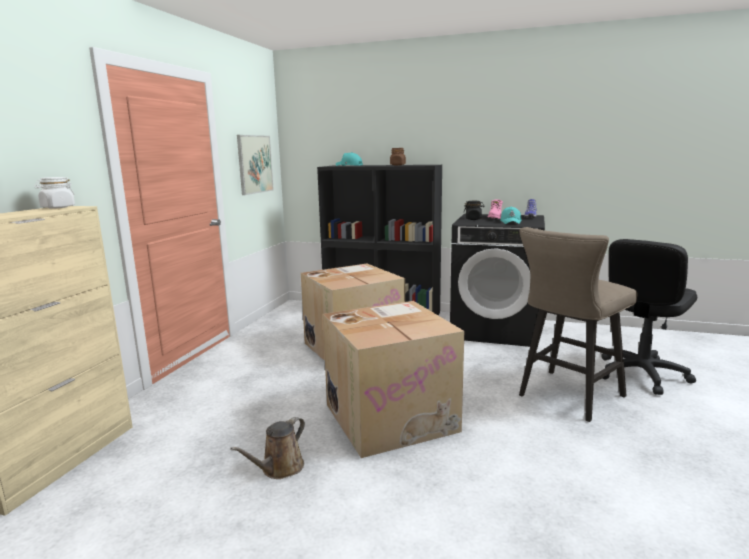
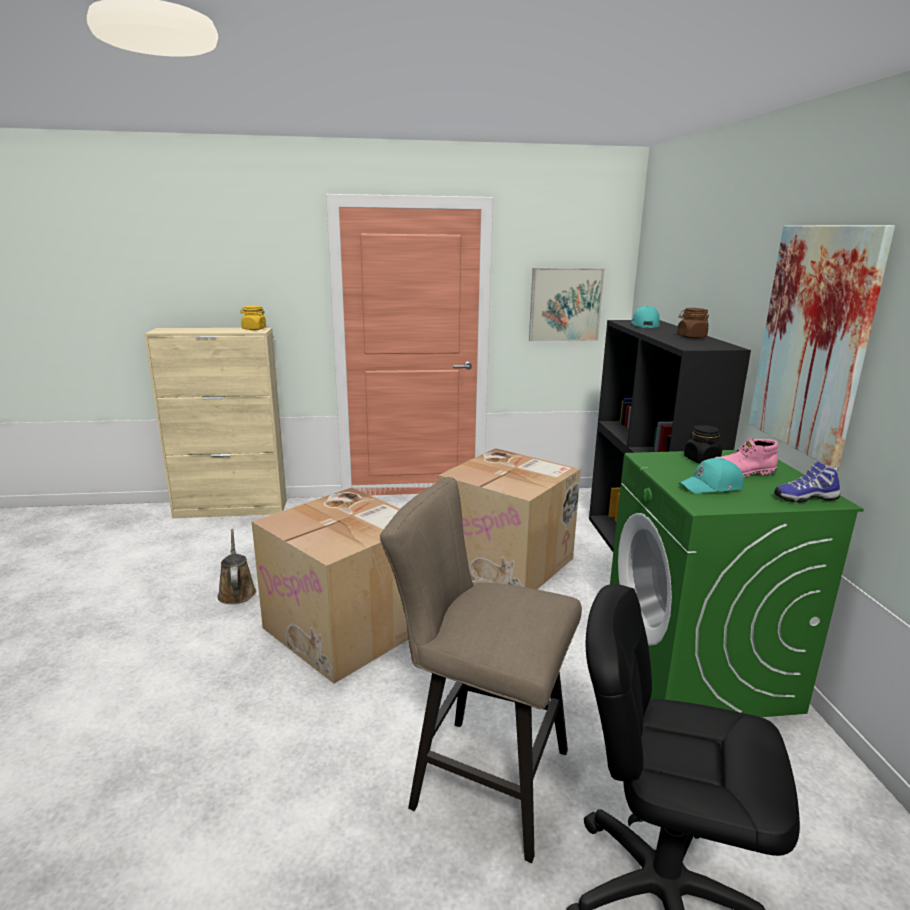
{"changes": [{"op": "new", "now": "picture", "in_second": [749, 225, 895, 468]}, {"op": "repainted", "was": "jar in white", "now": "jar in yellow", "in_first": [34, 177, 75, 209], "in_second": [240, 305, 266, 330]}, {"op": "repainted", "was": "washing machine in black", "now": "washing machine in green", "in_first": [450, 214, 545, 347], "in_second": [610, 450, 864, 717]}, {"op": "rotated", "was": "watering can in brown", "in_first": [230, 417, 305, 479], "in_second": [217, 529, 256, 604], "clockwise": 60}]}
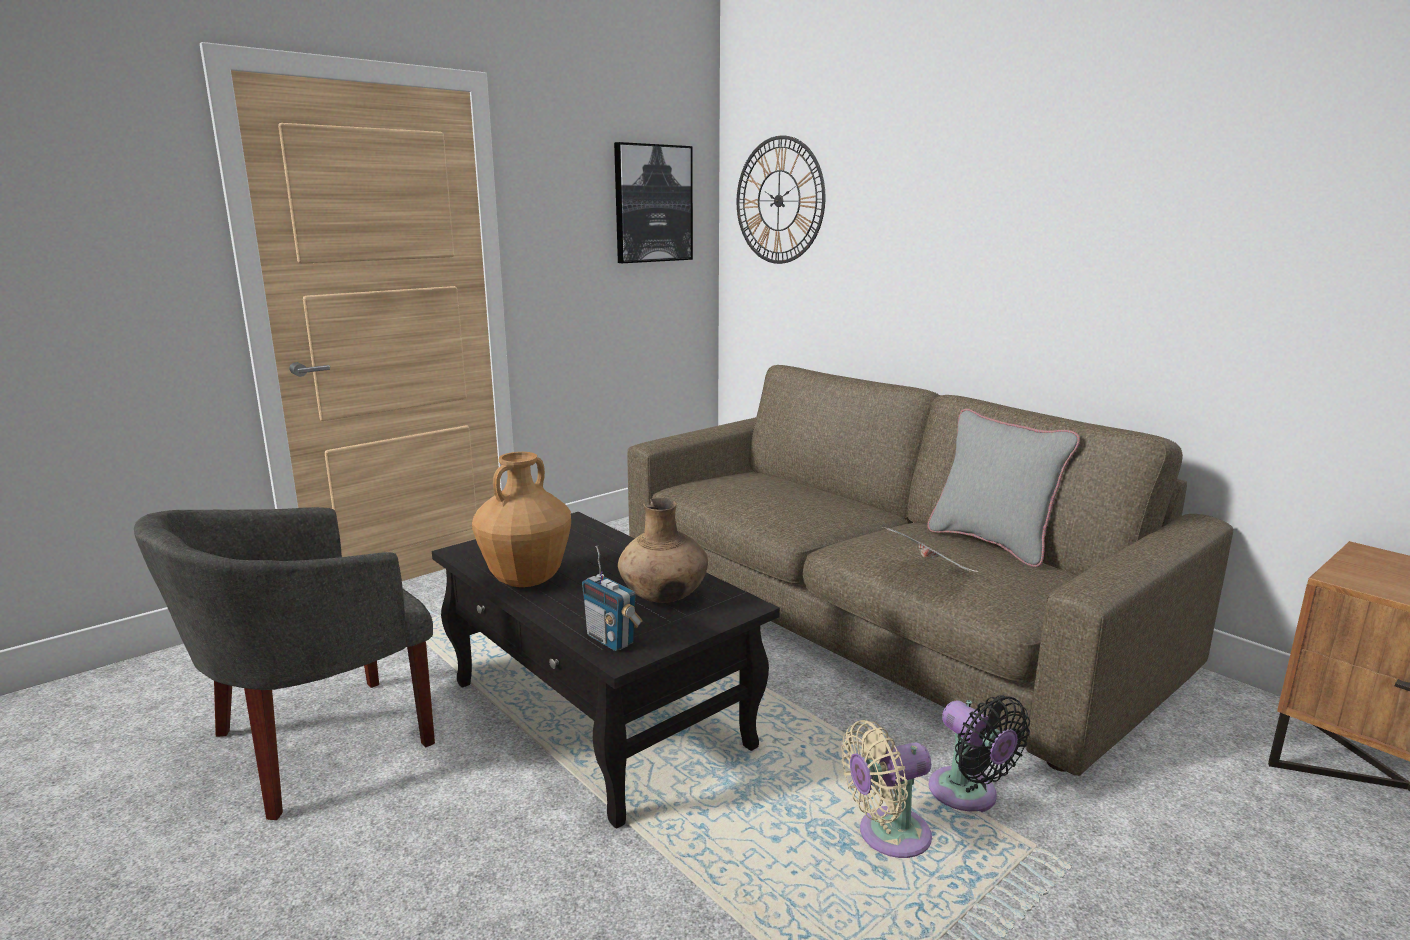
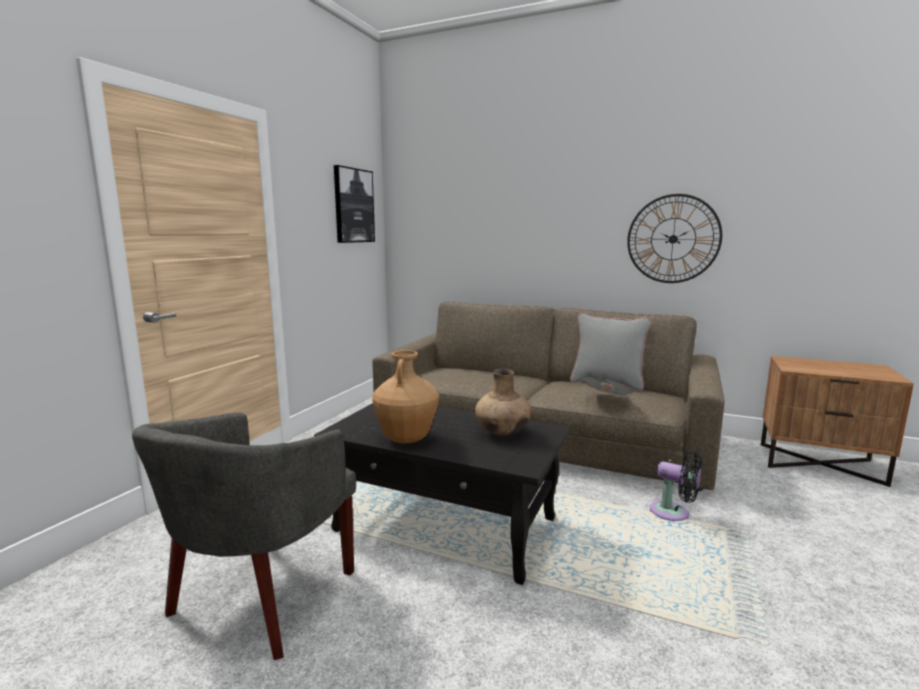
{"changes": [{"op": "gone", "was": "radio", "in_first": [582, 546, 643, 651]}, {"op": "gone", "was": "fan in beige", "in_first": [841, 720, 932, 858]}, {"op": "shifted", "was": "wall clock", "in_first": [737, 135, 825, 264], "in_second": [627, 194, 722, 283]}]}
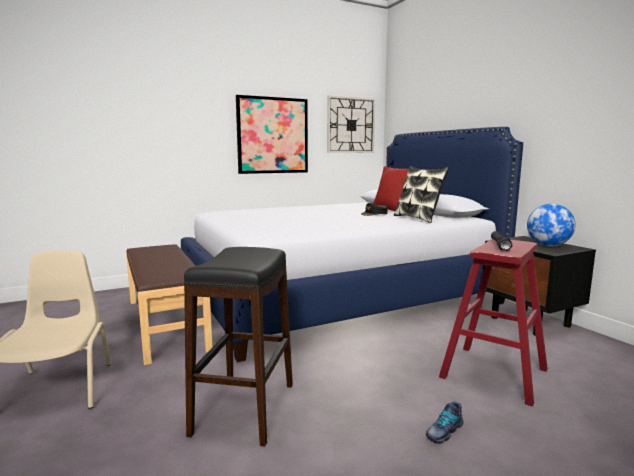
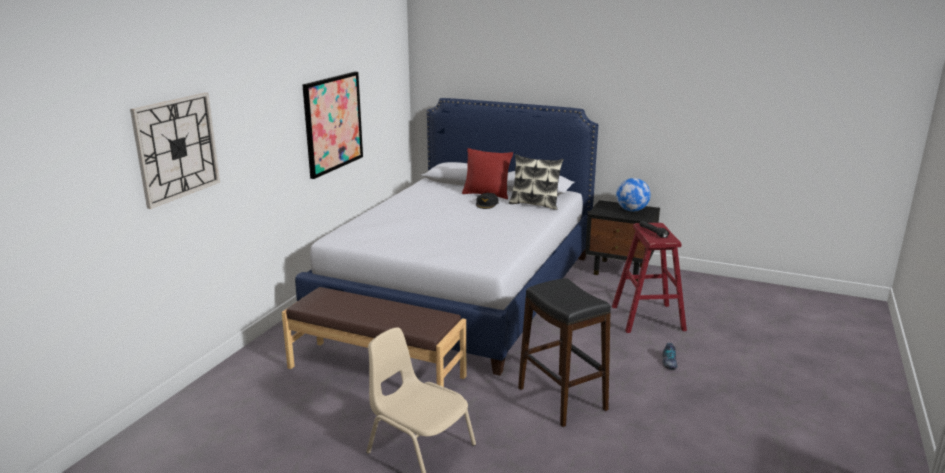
{"changes": [{"op": "shifted", "was": "wall clock", "in_first": [327, 96, 375, 153], "in_second": [130, 92, 220, 209]}]}
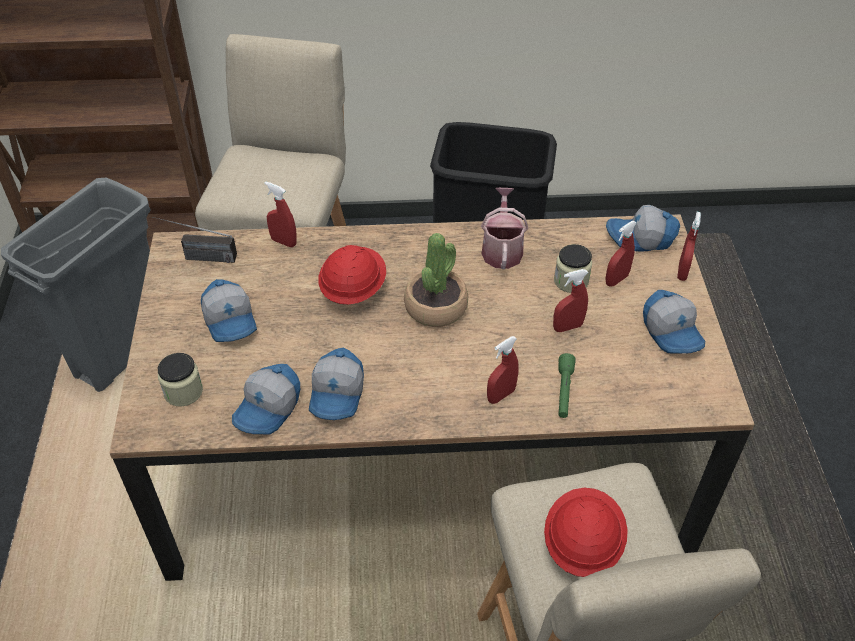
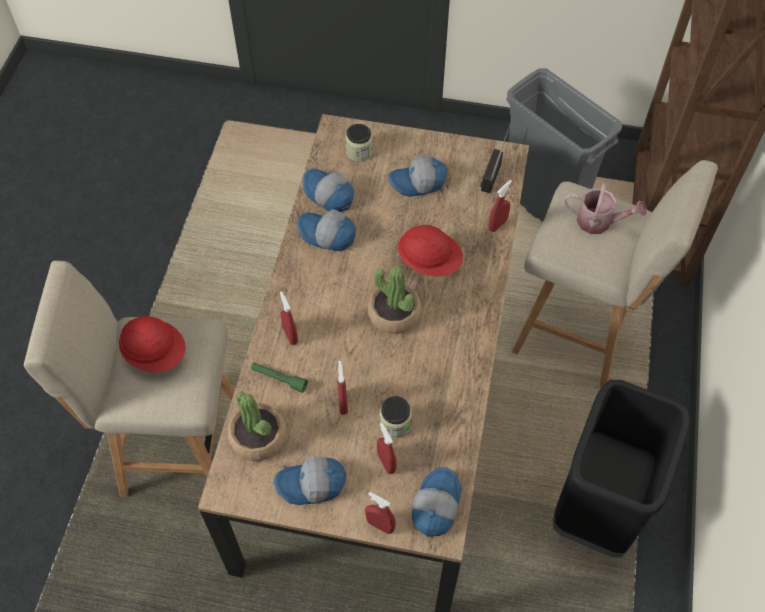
{"changes": [{"op": "new", "now": "potted plant", "in_second": [228, 391, 287, 461]}, {"op": "shifted", "was": "watering can", "in_first": [481, 188, 528, 269], "in_second": [564, 182, 647, 234]}]}
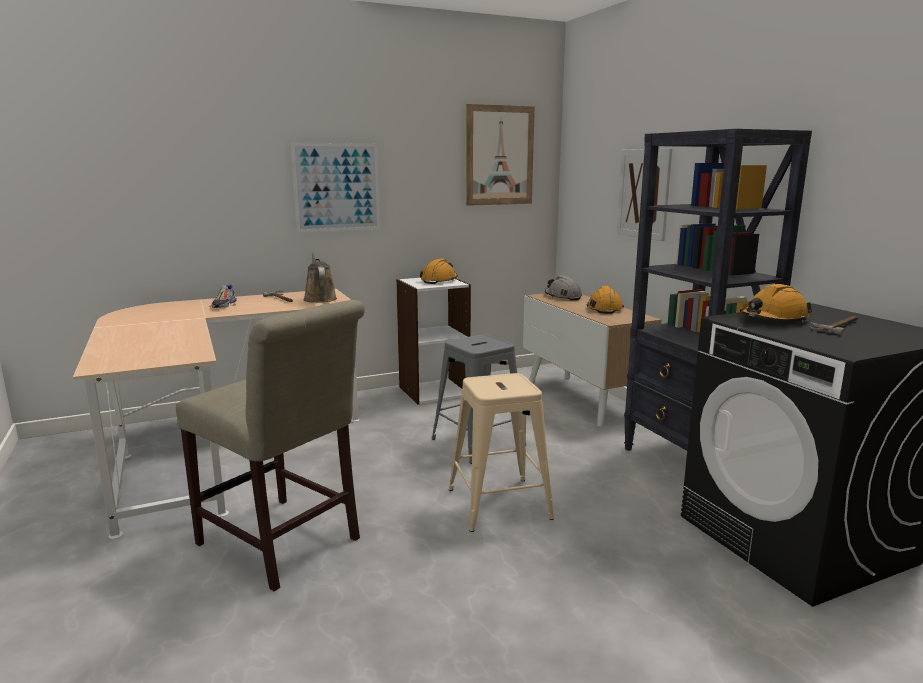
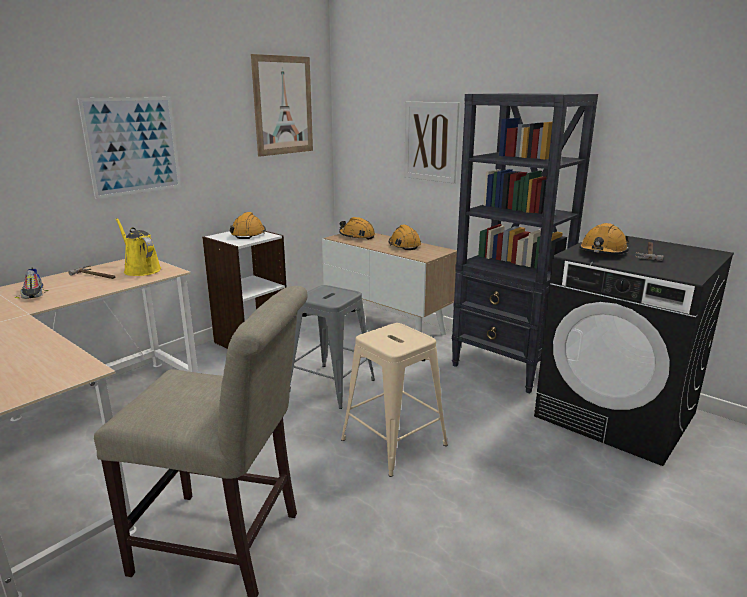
{"changes": [{"op": "repainted", "was": "watering can in brown", "now": "watering can in yellow", "in_first": [303, 251, 337, 303], "in_second": [116, 218, 161, 276]}, {"op": "repainted", "was": "hard hat in grey", "now": "hard hat in orange", "in_first": [545, 275, 582, 301], "in_second": [339, 217, 375, 240]}]}
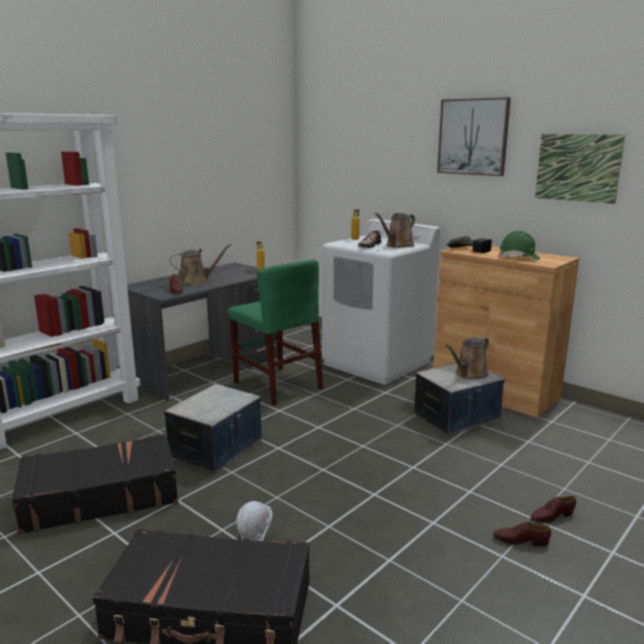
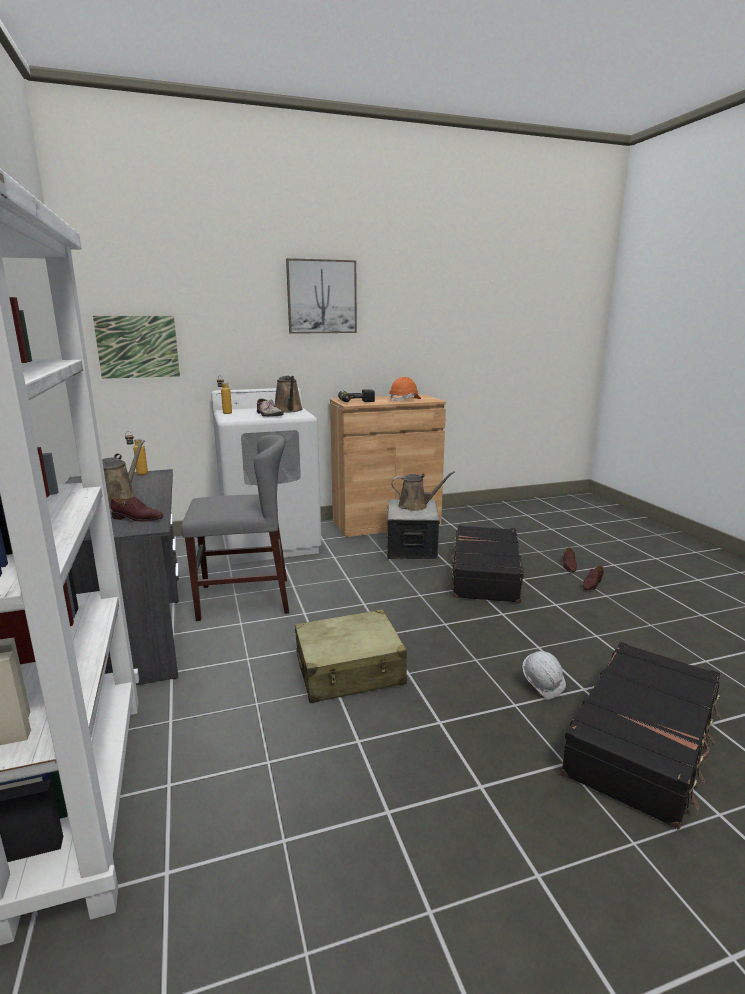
{"changes": [{"op": "shifted", "was": "suitcase in black", "in_first": [12, 434, 178, 534], "in_second": [448, 525, 524, 603]}, {"op": "shifted", "was": "picture", "in_first": [535, 134, 625, 204], "in_second": [93, 316, 180, 379]}, {"op": "swapped", "was": "storage box", "now": "suitcase in beige", "in_first": [164, 384, 262, 473], "in_second": [295, 609, 407, 703]}, {"op": "repainted", "was": "chair in green", "now": "chair in grey", "in_first": [228, 259, 323, 405], "in_second": [181, 435, 289, 621]}, {"op": "repainted", "was": "hard hat in green", "now": "hard hat in orange", "in_first": [498, 231, 540, 260], "in_second": [389, 377, 421, 402]}, {"op": "rotated", "was": "watering can in brown", "in_first": [446, 337, 489, 380], "in_second": [391, 471, 455, 511], "clockwise": -75}]}
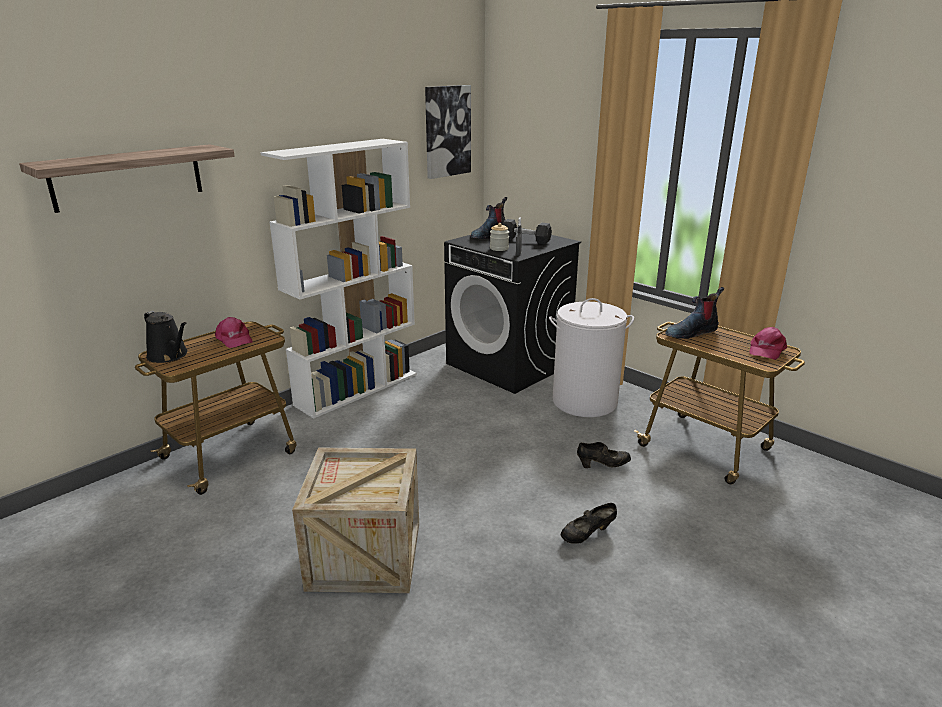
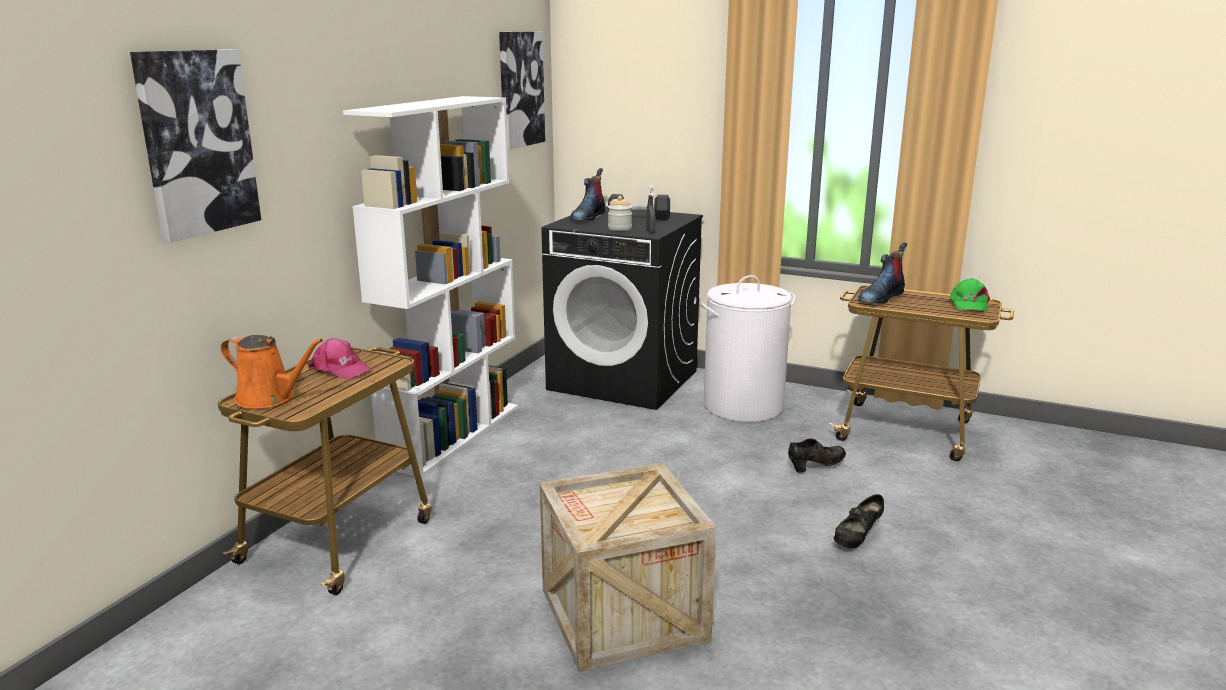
{"changes": [{"op": "swapped", "was": "shelf", "now": "picture", "in_first": [19, 144, 235, 213], "in_second": [130, 49, 261, 243]}, {"op": "repainted", "was": "watering can in black", "now": "watering can in orange", "in_first": [144, 311, 187, 363], "in_second": [221, 335, 323, 409]}, {"op": "repainted", "was": "cap in pink", "now": "cap in green", "in_first": [749, 327, 787, 360], "in_second": [950, 278, 990, 312]}]}
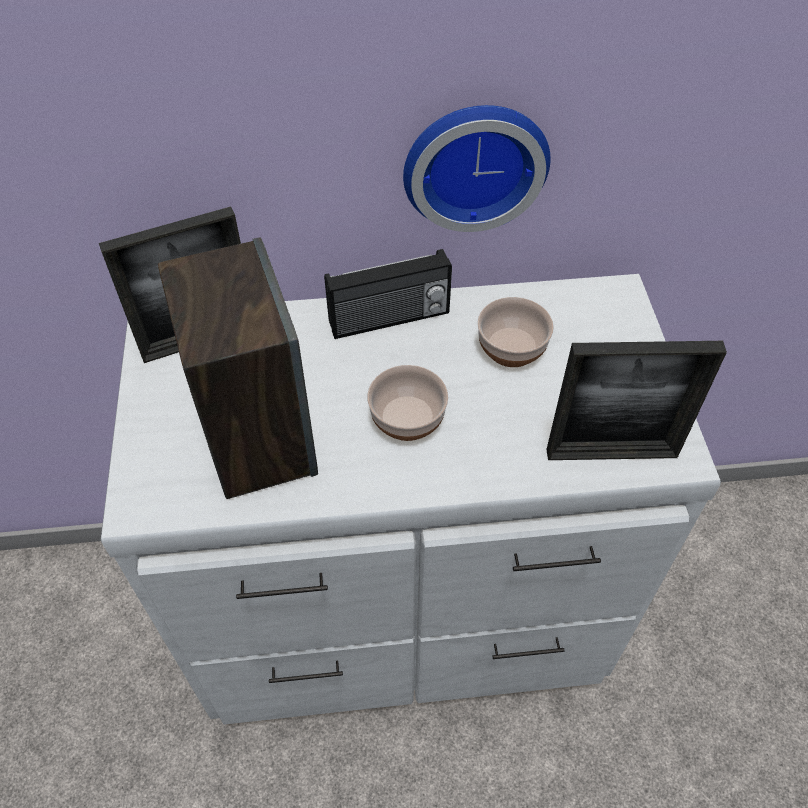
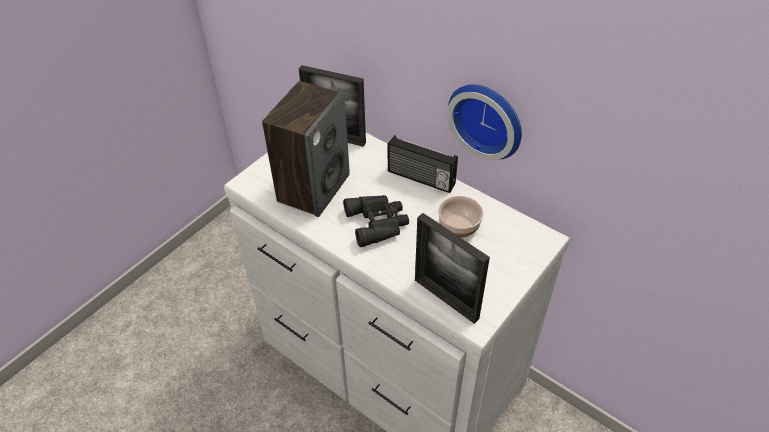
{"changes": [{"op": "swapped", "was": "bowl", "now": "binoculars in black", "in_first": [367, 365, 448, 441], "in_second": [343, 195, 409, 247]}]}
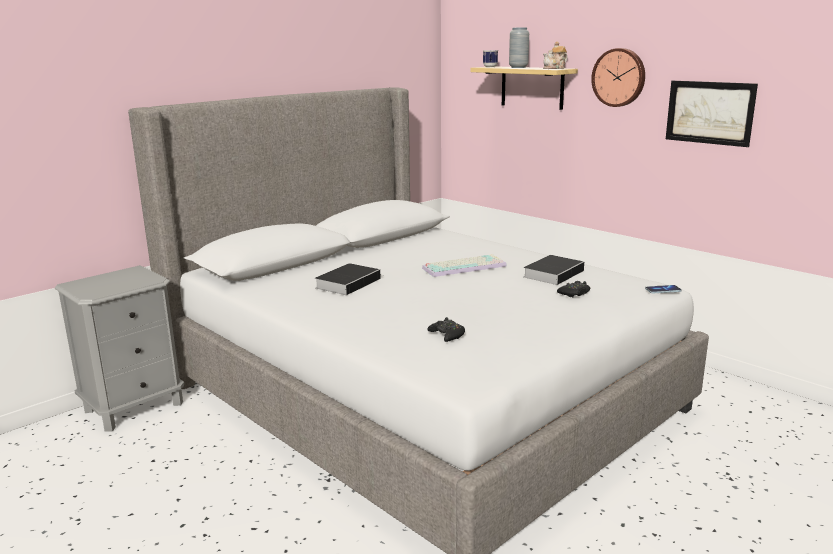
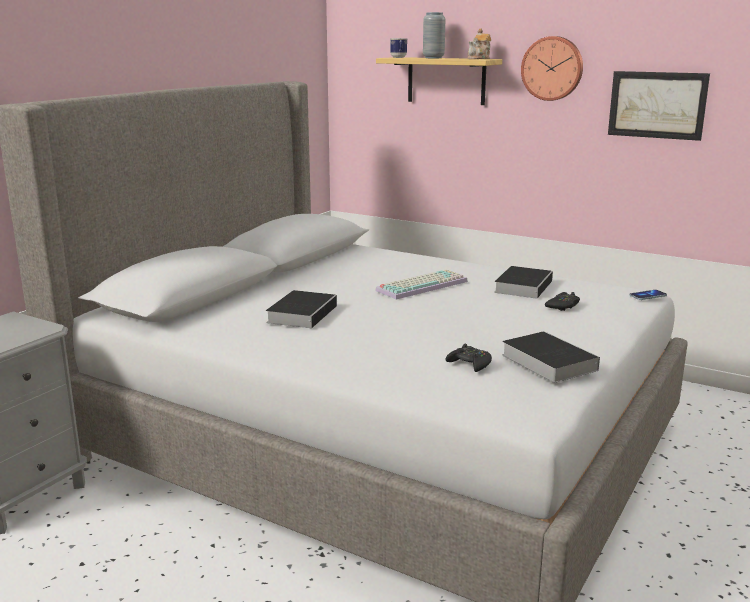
{"changes": [{"op": "new", "now": "book", "in_second": [502, 331, 600, 383]}]}
